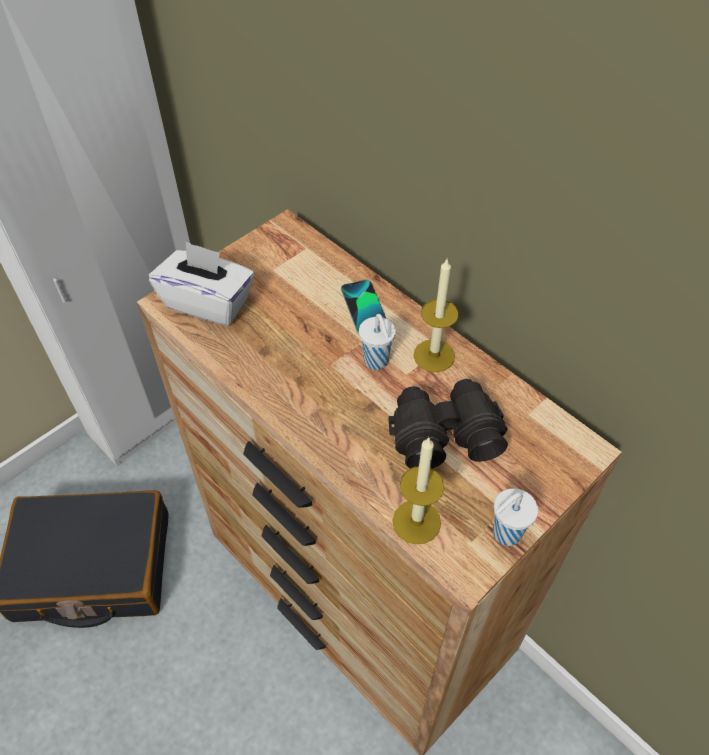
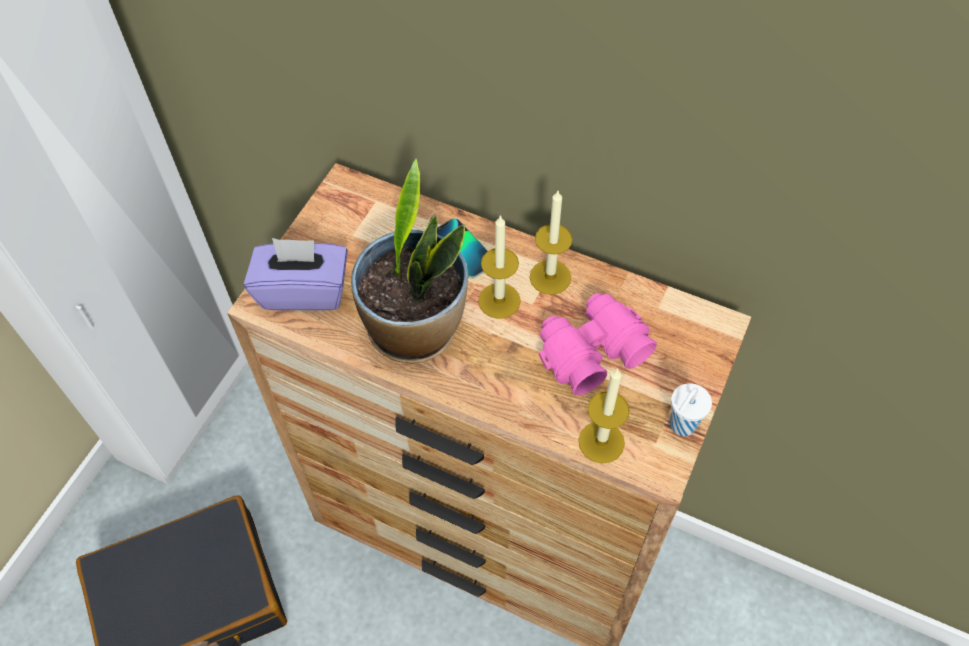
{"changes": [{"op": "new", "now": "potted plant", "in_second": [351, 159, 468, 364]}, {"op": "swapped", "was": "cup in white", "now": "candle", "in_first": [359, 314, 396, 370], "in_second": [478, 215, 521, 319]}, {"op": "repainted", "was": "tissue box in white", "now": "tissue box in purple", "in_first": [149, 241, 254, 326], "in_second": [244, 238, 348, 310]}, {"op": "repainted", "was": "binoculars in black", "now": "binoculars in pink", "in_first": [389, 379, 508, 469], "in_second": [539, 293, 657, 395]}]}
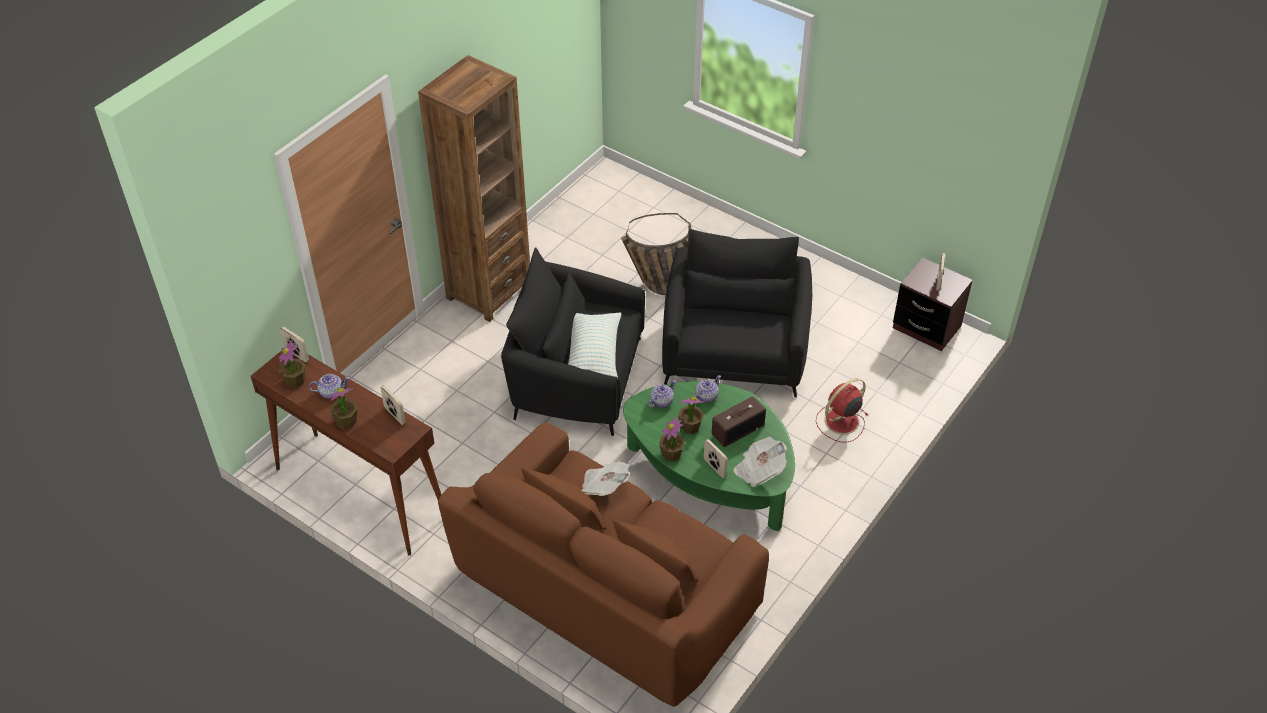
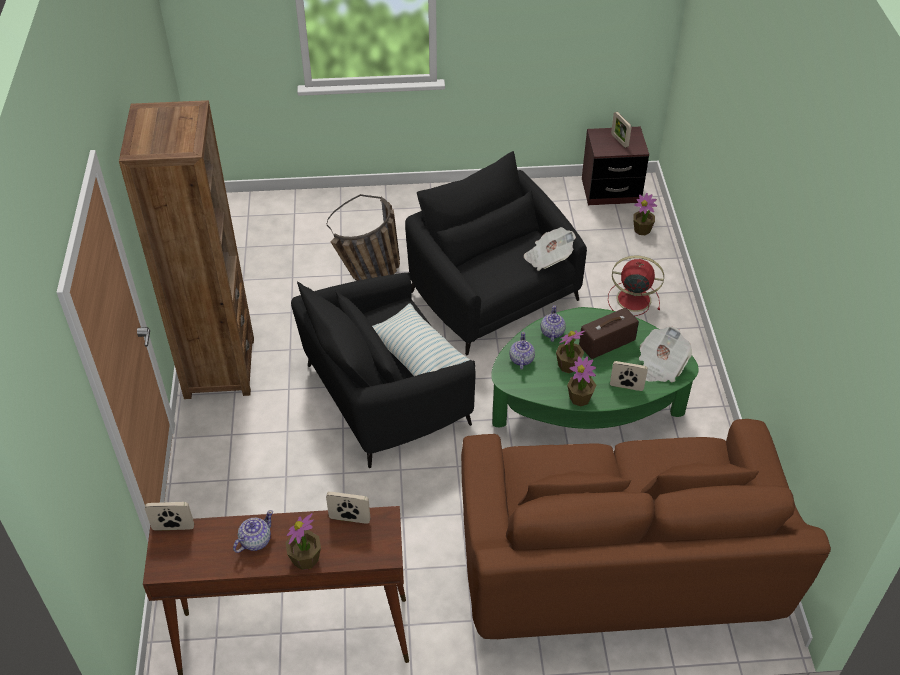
{"changes": [{"op": "shifted", "was": "potted plant", "in_first": [278, 340, 306, 388], "in_second": [633, 193, 657, 235]}, {"op": "shifted", "was": "newspaper", "in_first": [582, 461, 629, 496], "in_second": [524, 227, 576, 271]}, {"op": "rotated", "was": "radio", "in_first": [712, 396, 766, 447], "in_second": [579, 308, 639, 359], "clockwise": -135}, {"op": "rotated", "was": "fan in red", "in_first": [816, 378, 868, 442], "in_second": [608, 256, 664, 316], "clockwise": 90}]}
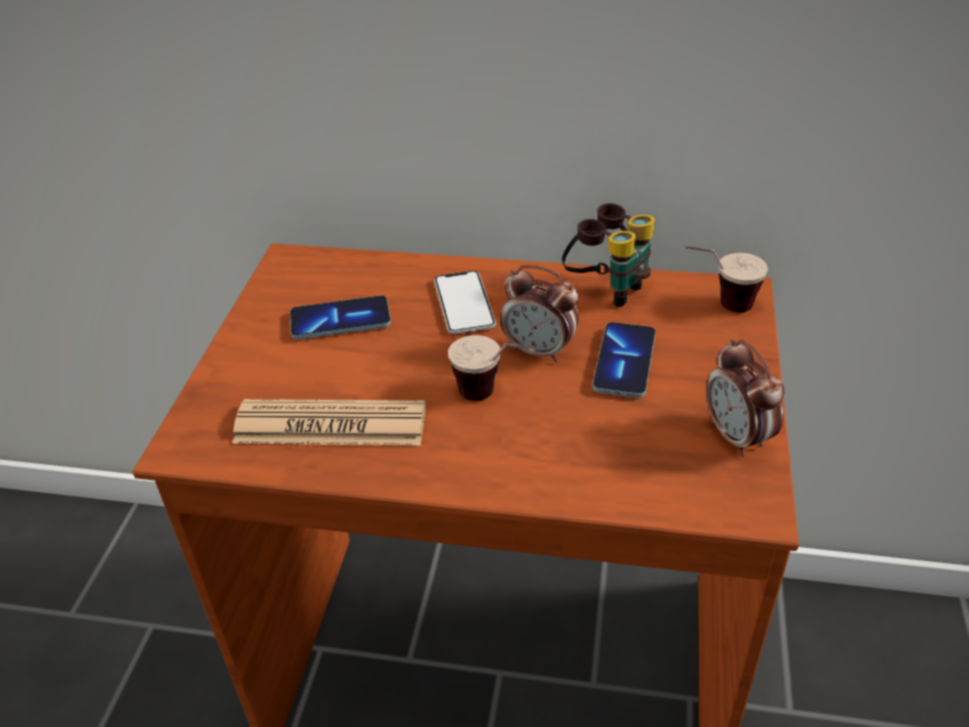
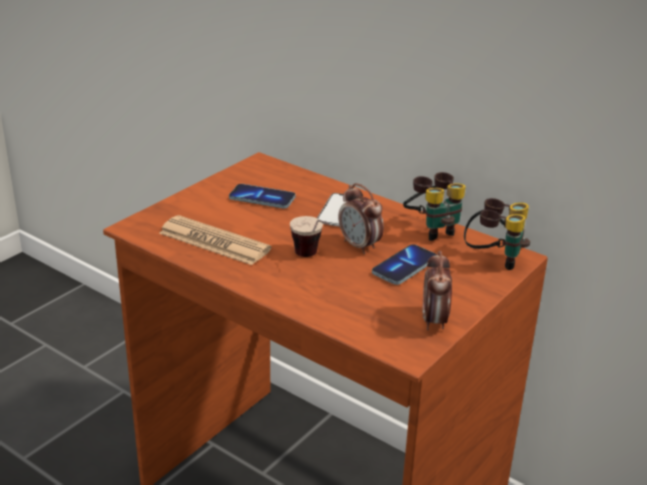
{"changes": [{"op": "swapped", "was": "cup", "now": "binoculars", "in_first": [685, 245, 768, 313], "in_second": [464, 198, 530, 270]}]}
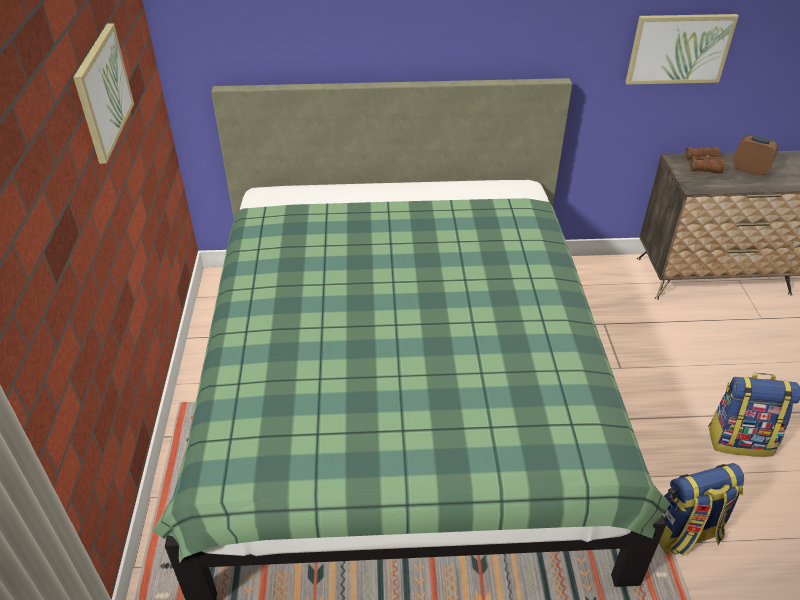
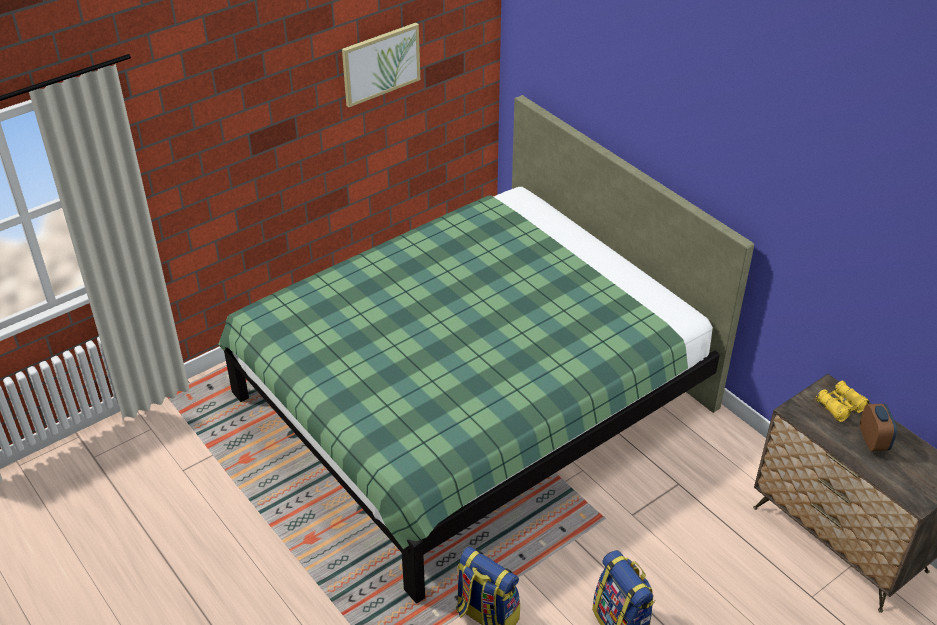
{"changes": [{"op": "gone", "was": "picture", "in_first": [626, 14, 739, 85]}, {"op": "repainted", "was": "binoculars in brown", "now": "binoculars in yellow", "in_first": [685, 147, 725, 174], "in_second": [816, 381, 869, 422]}]}
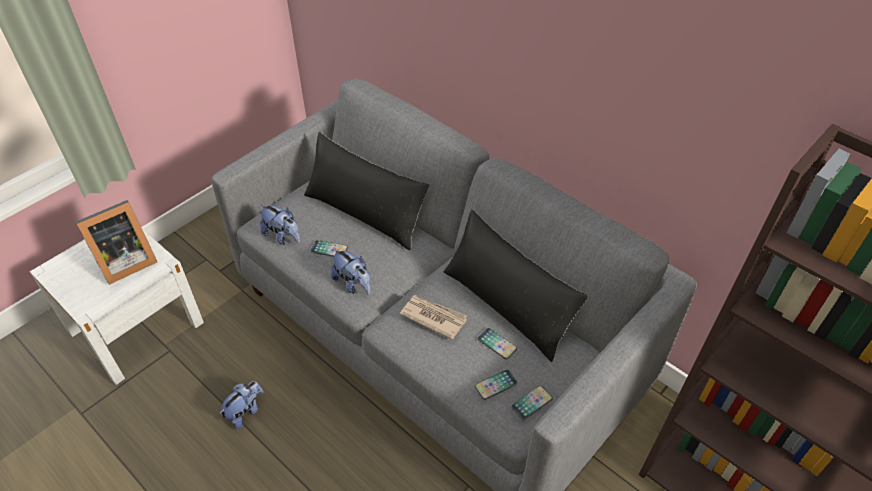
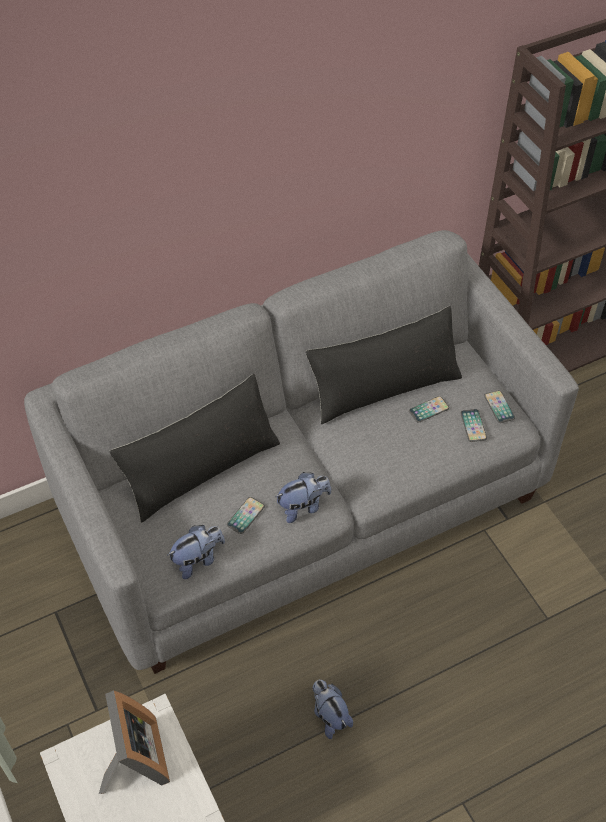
{"changes": [{"op": "gone", "was": "newspaper", "in_first": [400, 295, 467, 340]}]}
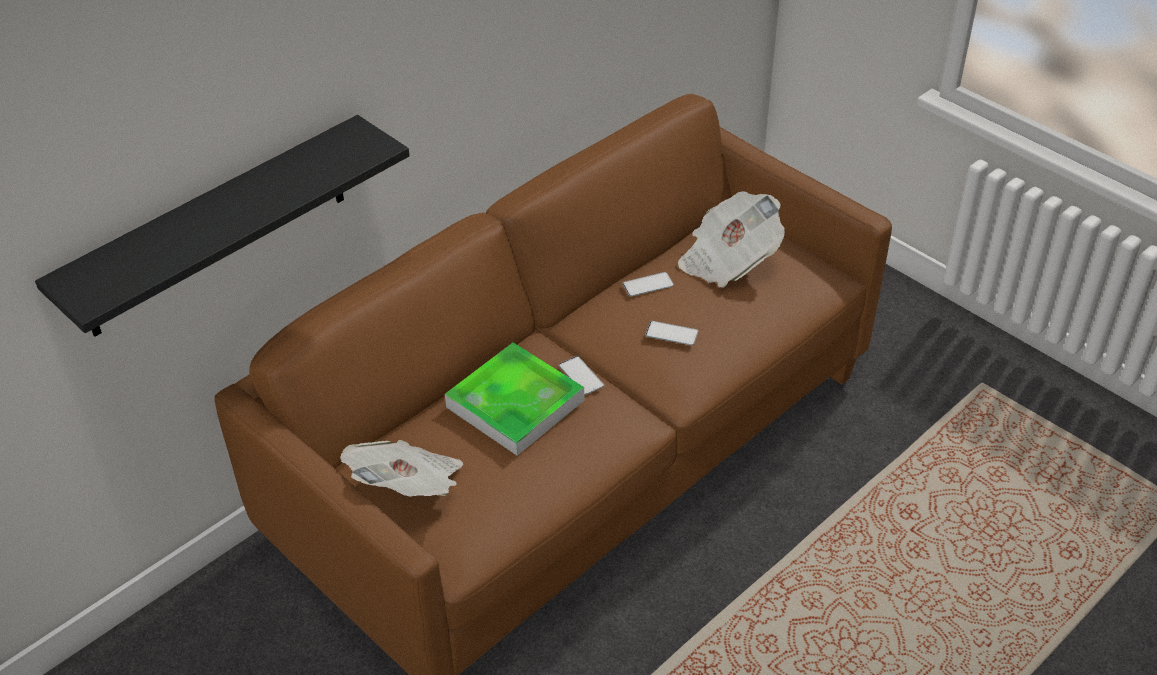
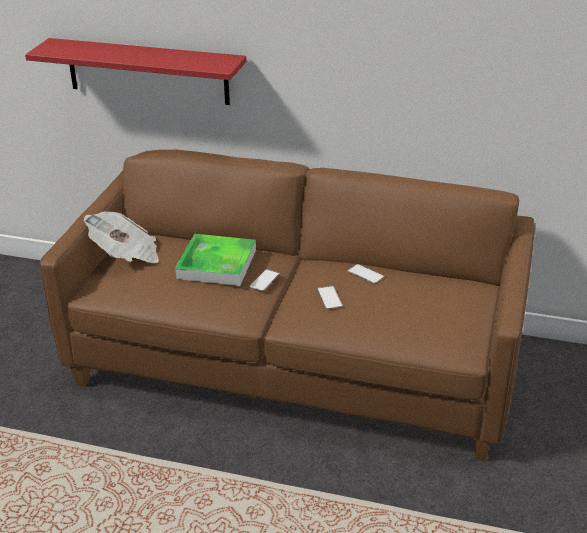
{"changes": [{"op": "gone", "was": "newspaper", "in_first": [678, 191, 785, 288]}, {"op": "repainted", "was": "shelf in black", "now": "shelf in red", "in_first": [35, 115, 410, 337], "in_second": [25, 38, 247, 105]}]}
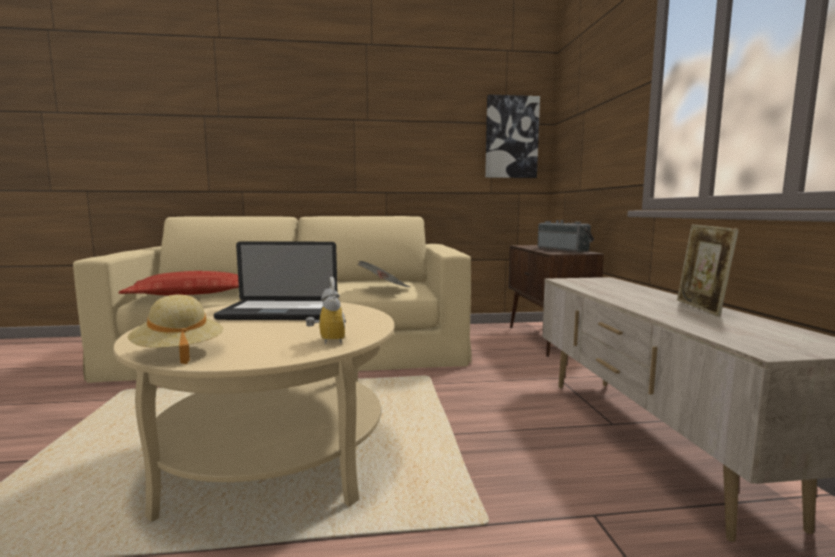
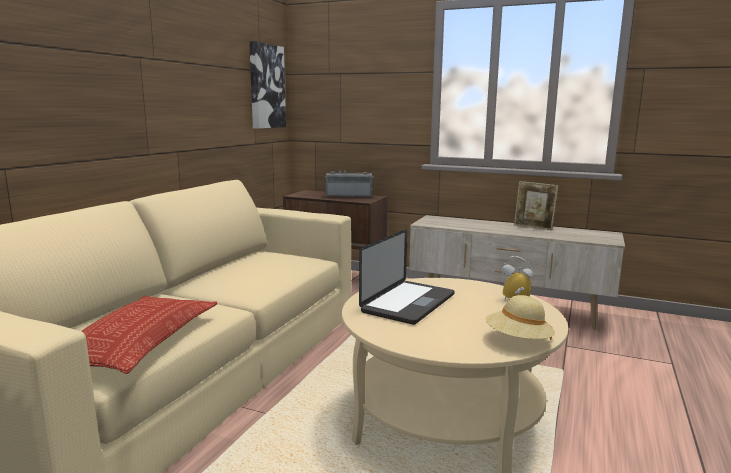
{"changes": [{"op": "gone", "was": "newspaper", "in_first": [357, 261, 411, 287]}]}
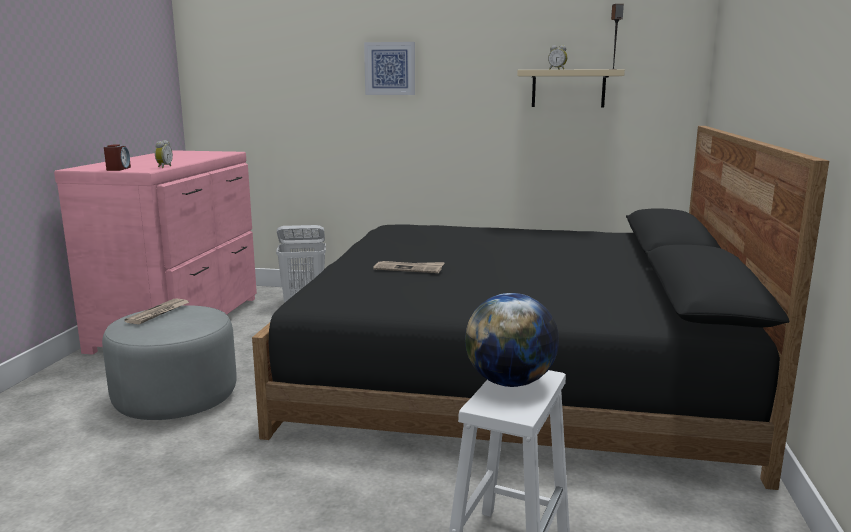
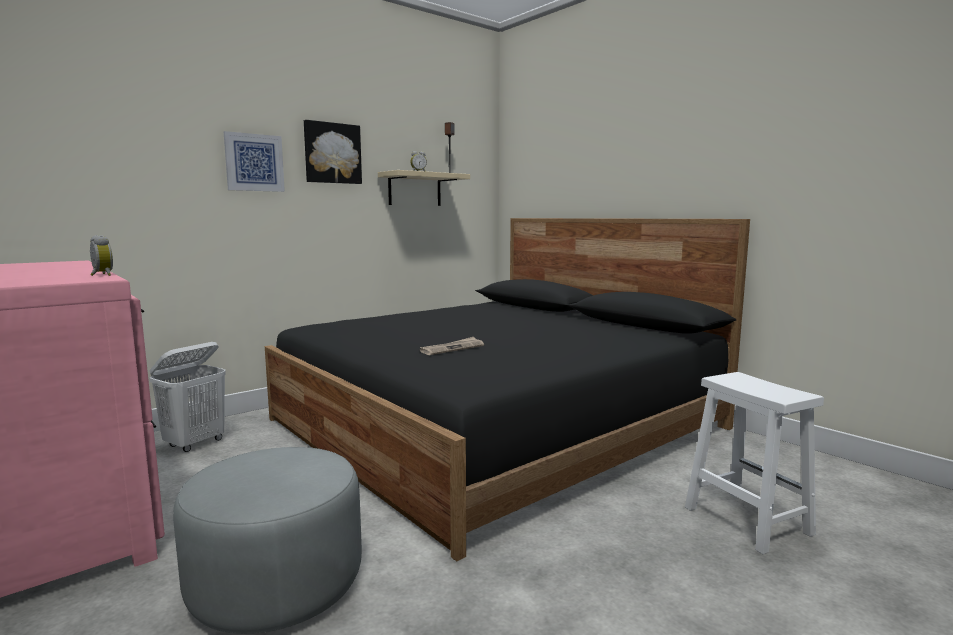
{"changes": [{"op": "gone", "was": "alarm clock", "in_first": [104, 145, 131, 171]}, {"op": "gone", "was": "newspaper", "in_first": [124, 299, 189, 324]}, {"op": "gone", "was": "globe", "in_first": [465, 293, 559, 387]}, {"op": "new", "now": "picture", "in_second": [304, 120, 362, 184]}]}
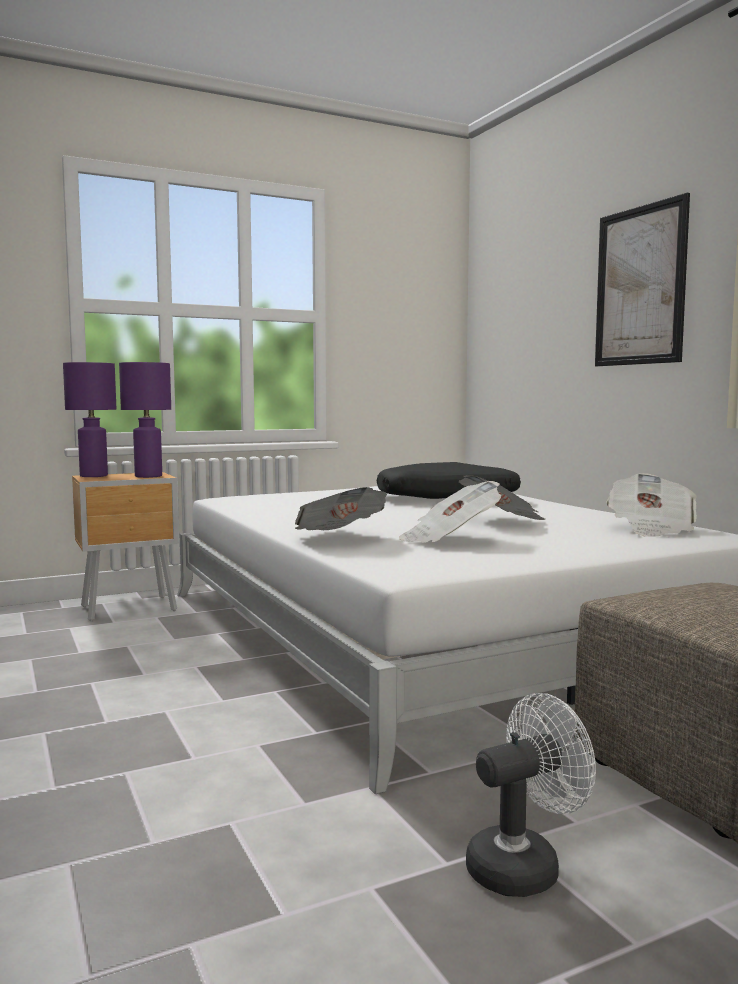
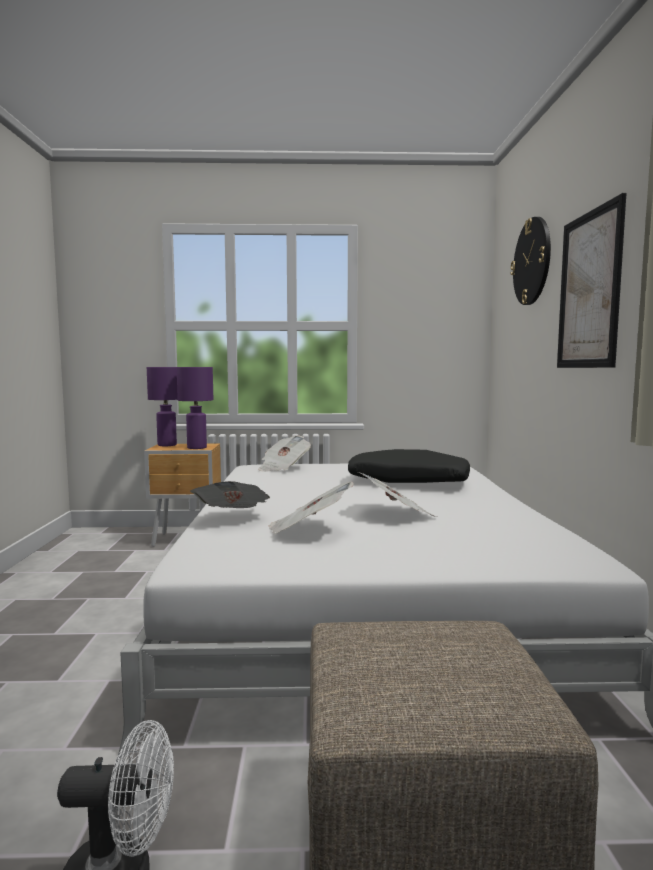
{"changes": [{"op": "new", "now": "wall clock", "in_second": [510, 217, 551, 305]}, {"op": "shifted", "was": "newspaper", "in_first": [606, 473, 697, 537], "in_second": [258, 435, 311, 472]}]}
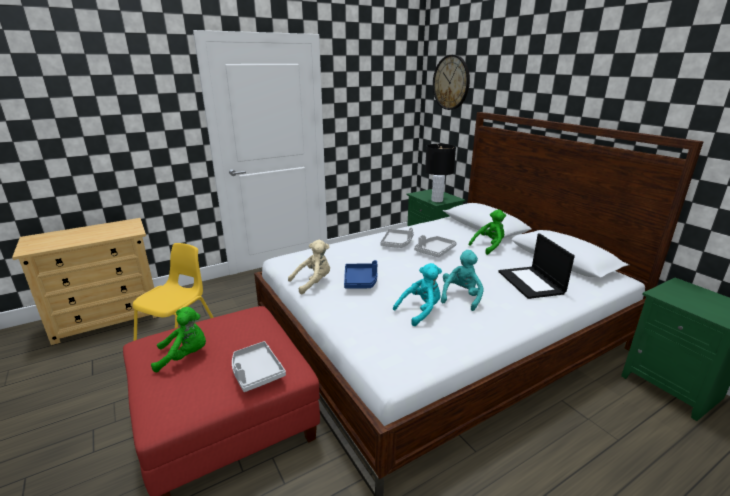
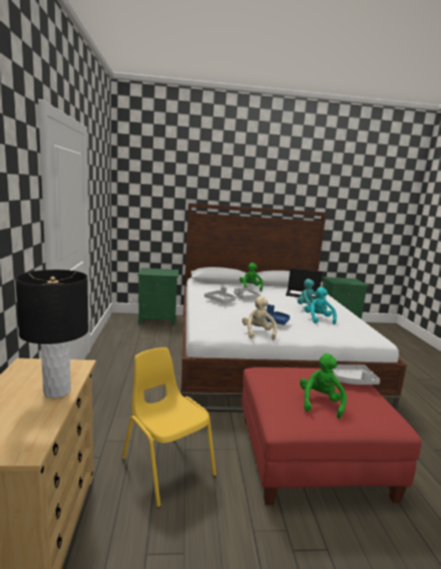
{"changes": [{"op": "gone", "was": "wall clock", "in_first": [433, 55, 470, 110]}, {"op": "shifted", "was": "table lamp in black", "in_first": [425, 144, 456, 202], "in_second": [15, 270, 89, 398]}]}
